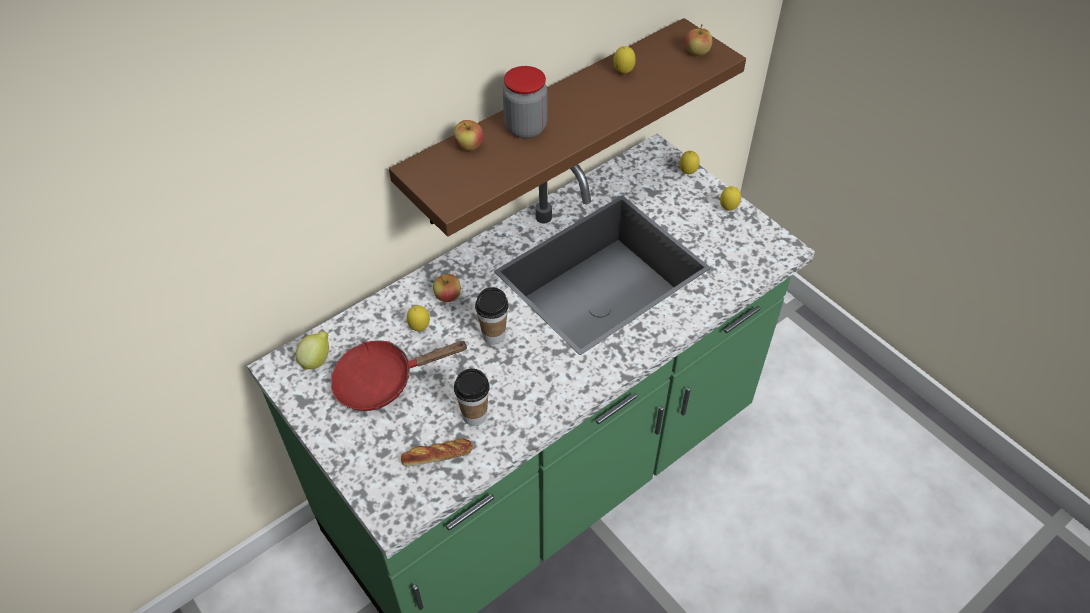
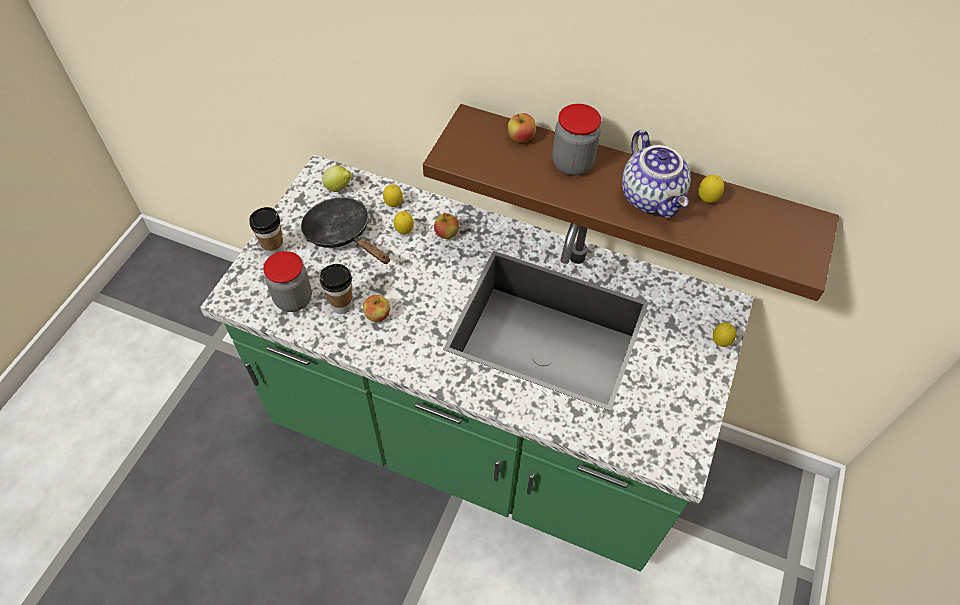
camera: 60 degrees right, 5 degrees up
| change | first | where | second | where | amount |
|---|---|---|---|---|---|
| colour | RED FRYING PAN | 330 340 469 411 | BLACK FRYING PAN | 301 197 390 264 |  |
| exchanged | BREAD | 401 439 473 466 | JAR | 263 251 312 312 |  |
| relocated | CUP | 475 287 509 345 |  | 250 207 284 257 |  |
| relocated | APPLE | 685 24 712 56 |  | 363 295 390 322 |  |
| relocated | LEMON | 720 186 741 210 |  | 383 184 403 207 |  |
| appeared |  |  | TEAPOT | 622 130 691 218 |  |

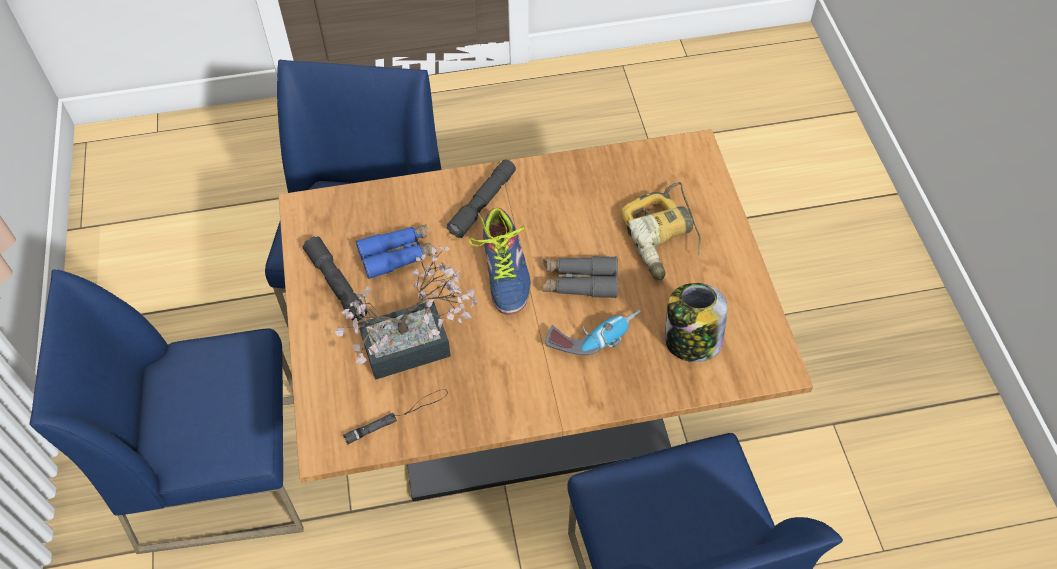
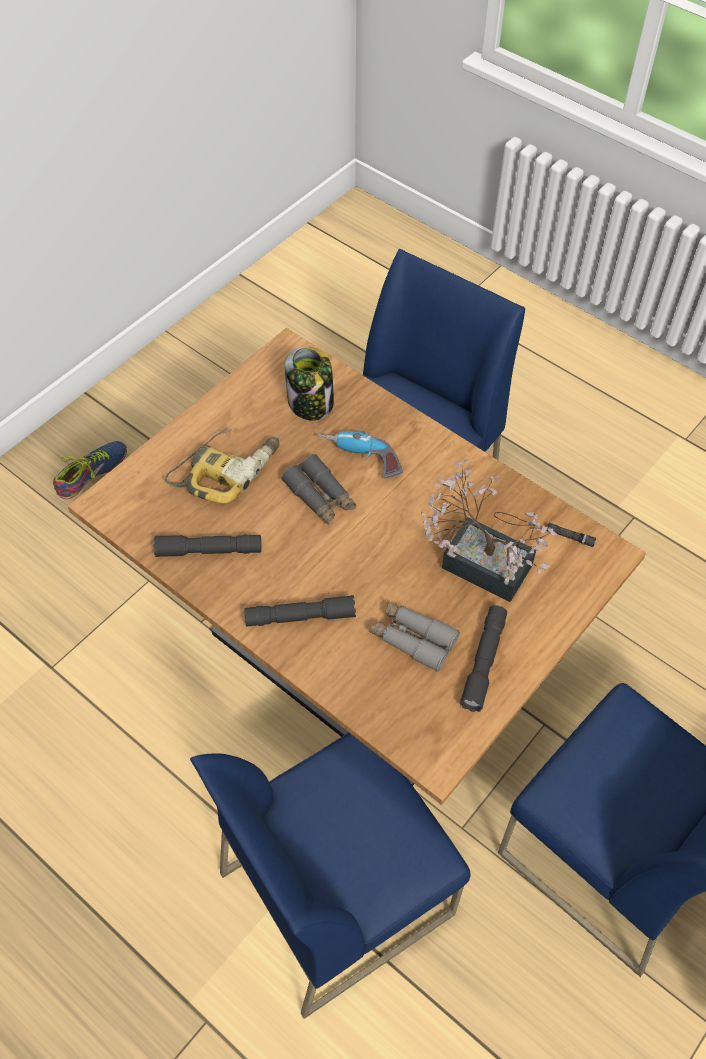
camera: 130 degrees left, 0 degrees up
| change | first | where | second | where | amount |
|---|---|---|---|---|---|
| colour | BLUE BINOCULARS | 356 224 438 279 | GREY BINOCULARS | 369 601 460 672 |  |
| relocated | SHOE | 469 208 531 315 |  | 53 441 127 499 |  |
| appeared |  |  | GREY FLASHLIGHT | 153 534 261 557 |  |

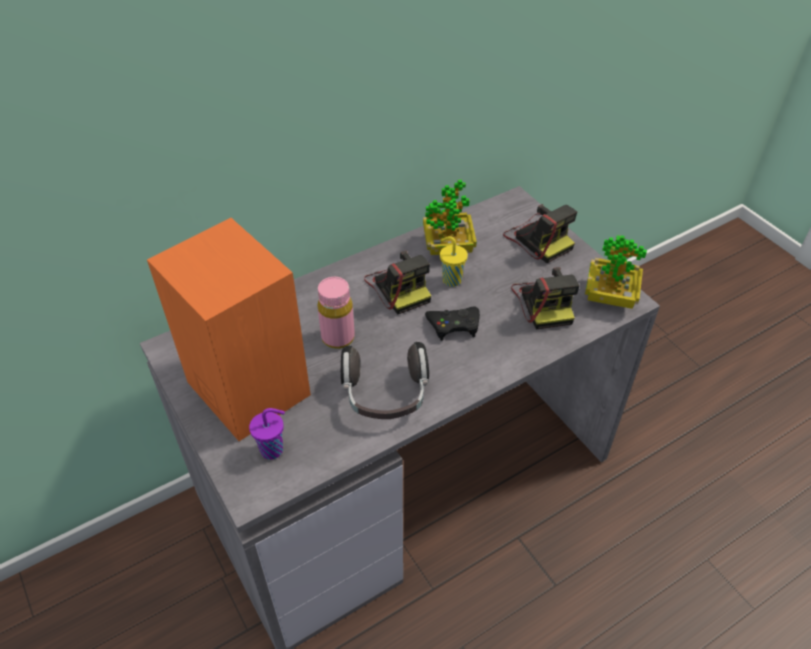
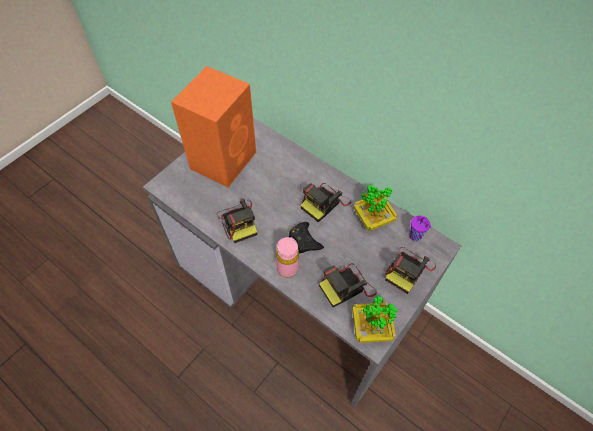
camera: 70 degrees right, 10 degrees up
| change | first | where | second | where | amount |
|---|---|---|---|---|---|
| relocated | PURPLE CUP | 249 408 285 460 |  | 409 216 431 241 |  |
| relocated | PINK BOTTLE | 318 277 355 349 |  | 276 237 299 278 |  |
| exchanged | HEADPHONES | 341 342 429 419 | PHOTO CAMERA | 217 199 257 243 |  |
| missing | YELLOW CUP | 440 236 468 287 |  |  |  |

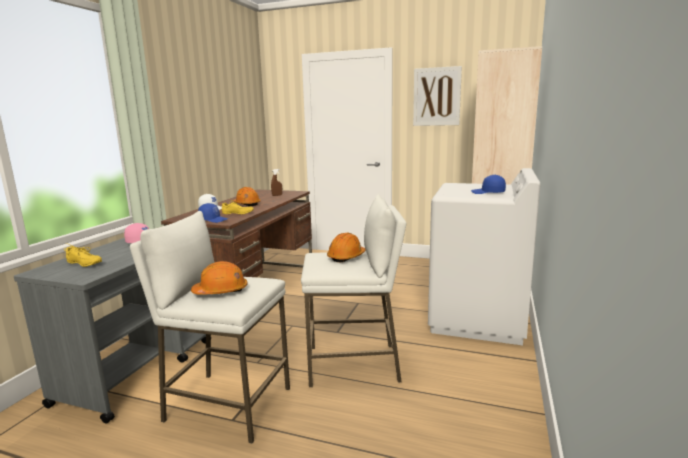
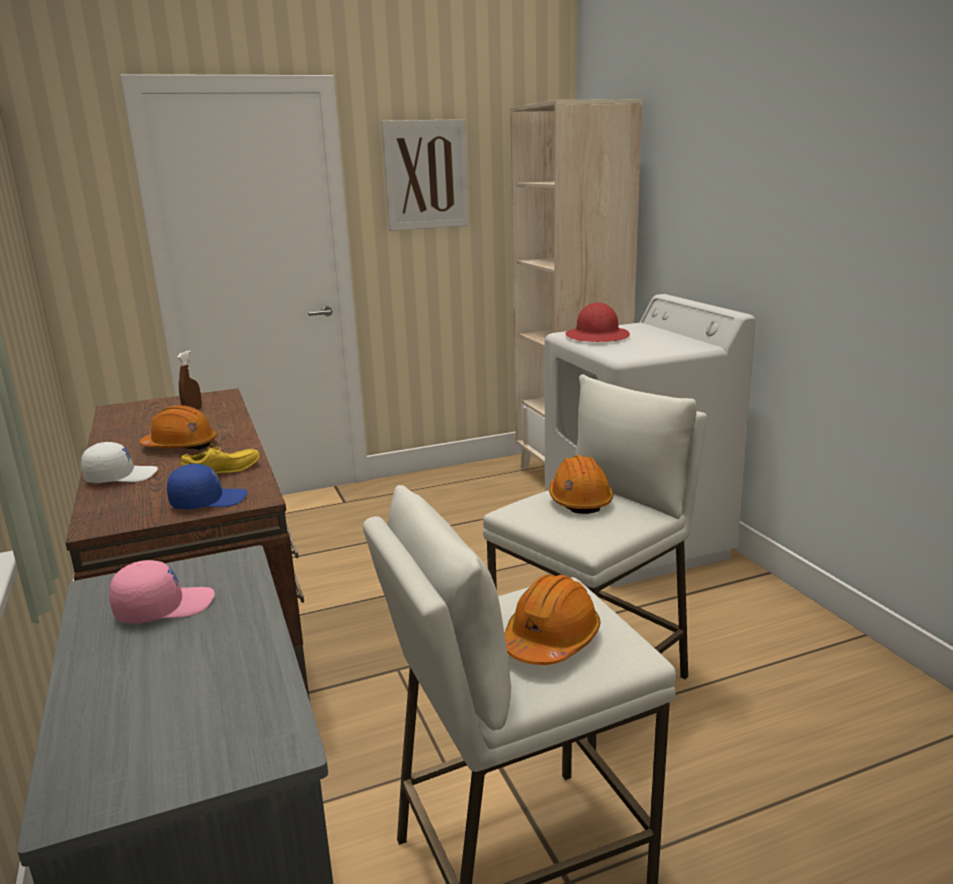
camera: 40 degrees left, 5 degrees up
| change | first | where | second | where | amount |
|---|---|---|---|---|---|
| missing | YELLOW SHOE | 64 243 102 267 |  |  |  |
| missing | BLUE CAP | 471 175 506 194 |  |  |  |
| appeared |  |  | RED HARD HAT | 565 302 630 342 |  |

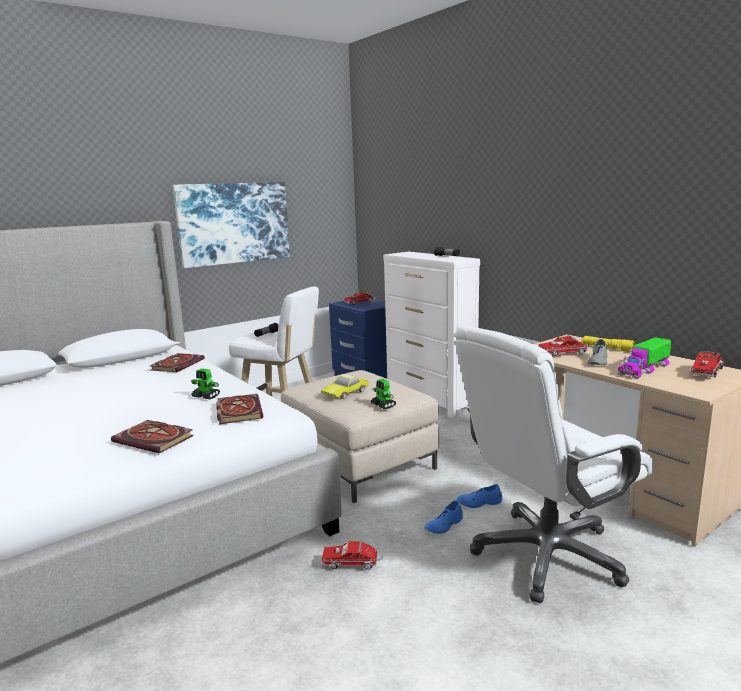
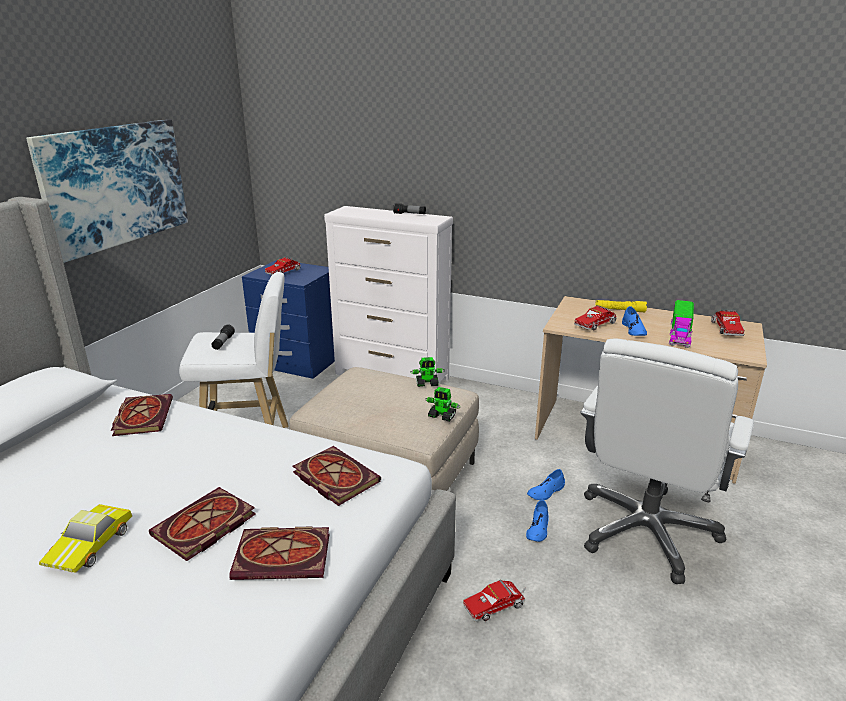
camera: 30 degrees left, 10 degrees up
| change | first | where | second | where | amount |
|---|---|---|---|---|---|
| relocated | TOY ROBOT | 191 369 220 399 |  | 410 357 445 387 |  |
| relocated | TOY CAR | 321 374 369 399 |  | 39 504 132 573 |  |
| colour | GREY SHOE | 587 339 608 365 | BLUE SHOE | 622 306 647 336 |  |
| appeared |  |  | BOOK | 149 487 256 561 |  |

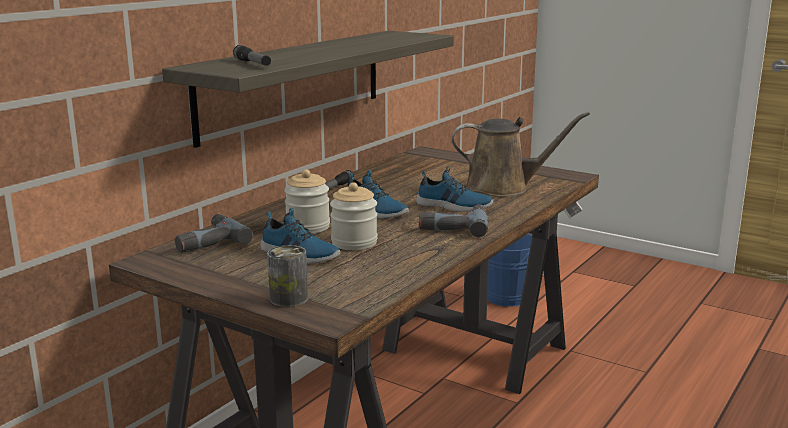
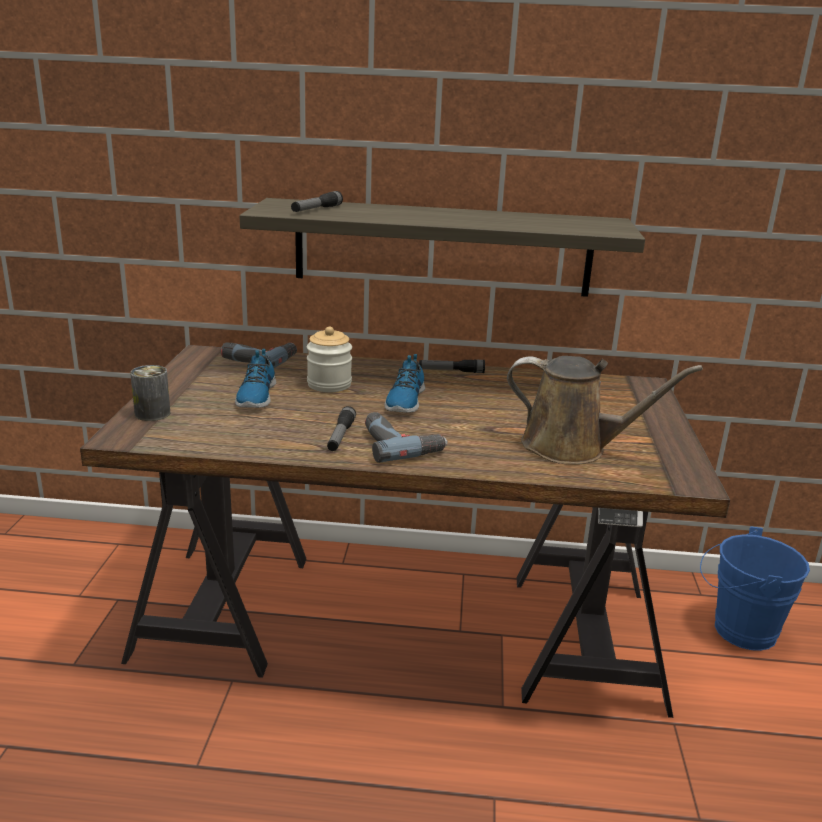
camera: 60 degrees right, 5 degrees up
| change | first | where | second | where | amount |
|---|---|---|---|---|---|
| missing | JAR | 330 182 378 250 |  |  |  |
| missing | SHOE | 416 166 494 212 |  |  |  |
| spun | BROWN WATERING CAN | 452 112 590 197 |  | 507 356 703 465 | 45 degrees counterclockwise |
| appeared |  |  | FLASHLIGHT | 327 406 356 451 |  |

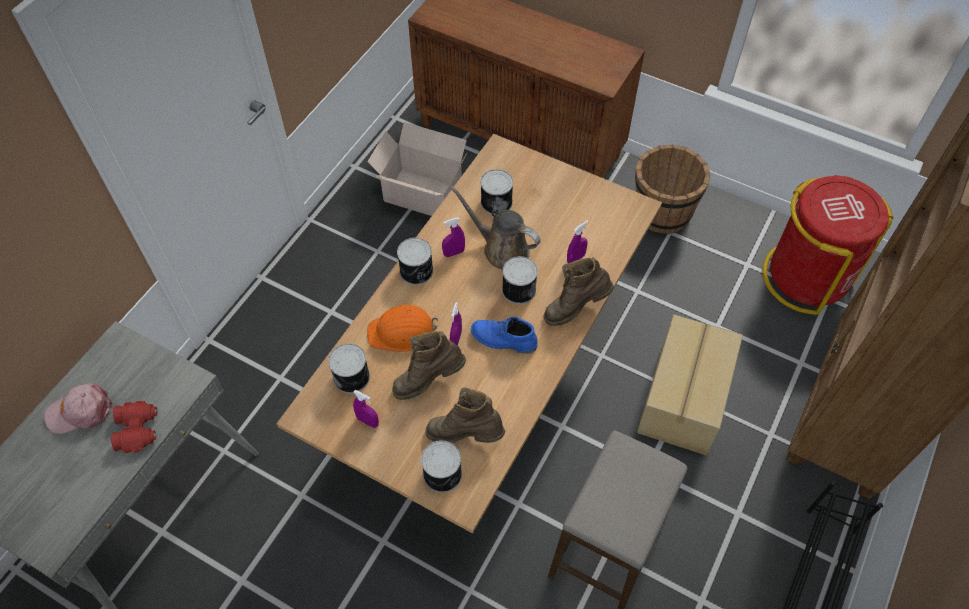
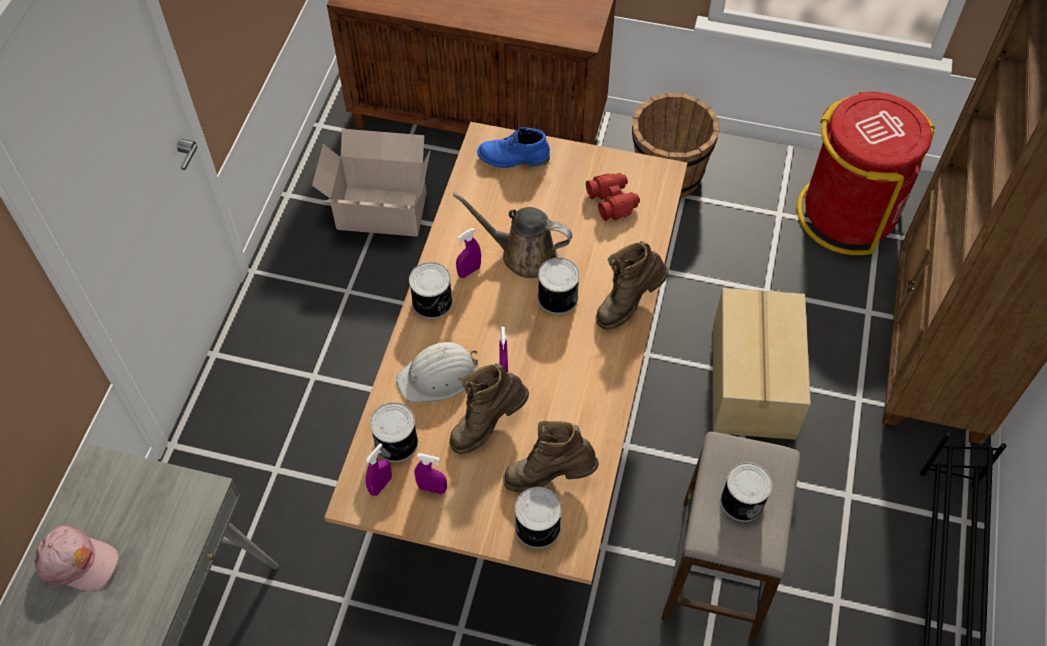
camera: 15 degrees left, 0 degrees up
| change | first | where | second | where | amount |
|---|---|---|---|---|---|
| spun | PINK CAP | 44 383 113 434 |  | 34 525 119 591 | 135 degrees counterclockwise |
| relocated | RED BINOCULARS | 111 401 158 453 |  | 586 173 640 221 |  |
| colour | ORANGE HARD HAT | 367 305 438 352 | WHITE HARD HAT | 396 342 478 403 |  |
| relocated | BLUE BOOT | 471 317 538 354 |  | 477 127 550 168 |  |
| relocated | CAN | 481 169 513 215 |  | 721 462 772 522 |  |
| relocated | PURPLE SPRAY BOTTLE | 567 220 588 263 |  | 365 443 392 496 |  |

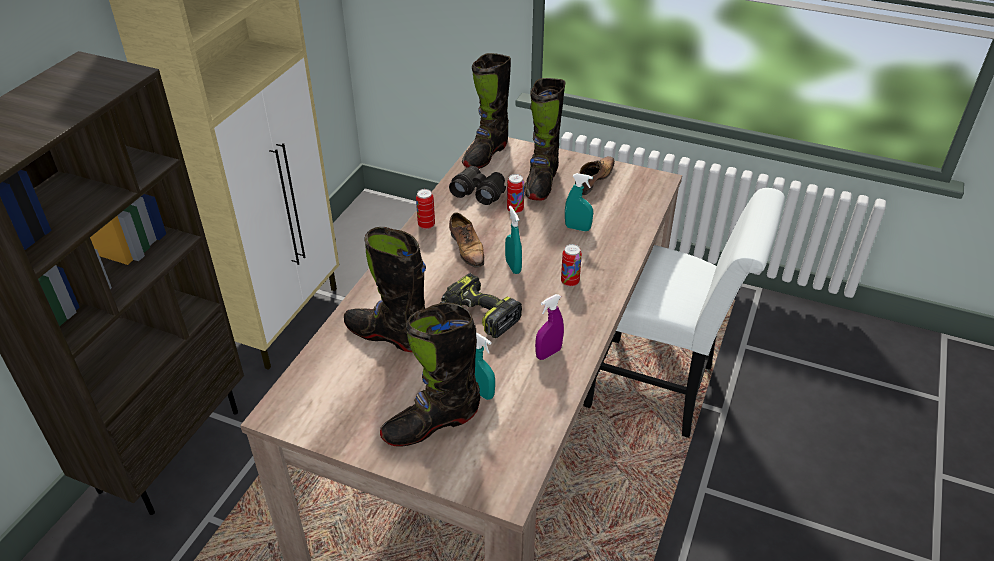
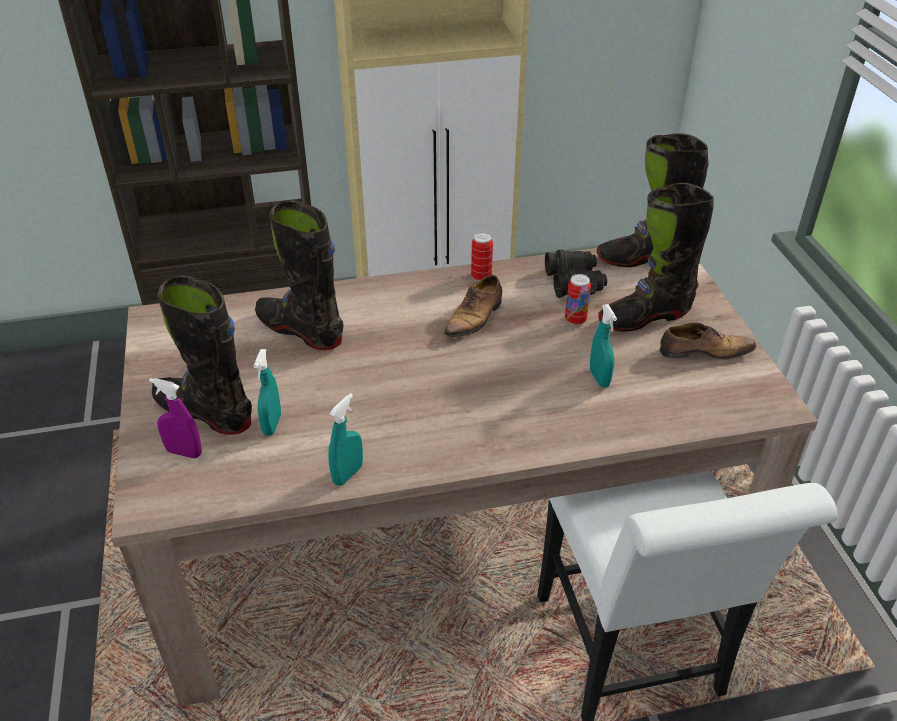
camera: 55 degrees right, 0 degrees up
| change | first | where | second | where | amount |
|---|---|---|---|---|---|
| spun | BLACK BOOT | 344 227 426 352 |  | 255 200 344 350 | 45 degrees counterclockwise |
| missing | POWER DRILL | 440 273 522 338 |  |  |  |
| relocated | TURQUOISE SPRAY BOTTLE | 505 206 522 274 |  | 328 393 363 486 |  |
| relocated | PURPLE SPRAY BOTTLE | 535 294 564 360 |  | 149 378 202 459 |  |
| missing | CAN | 561 244 582 287 |  |  |  |

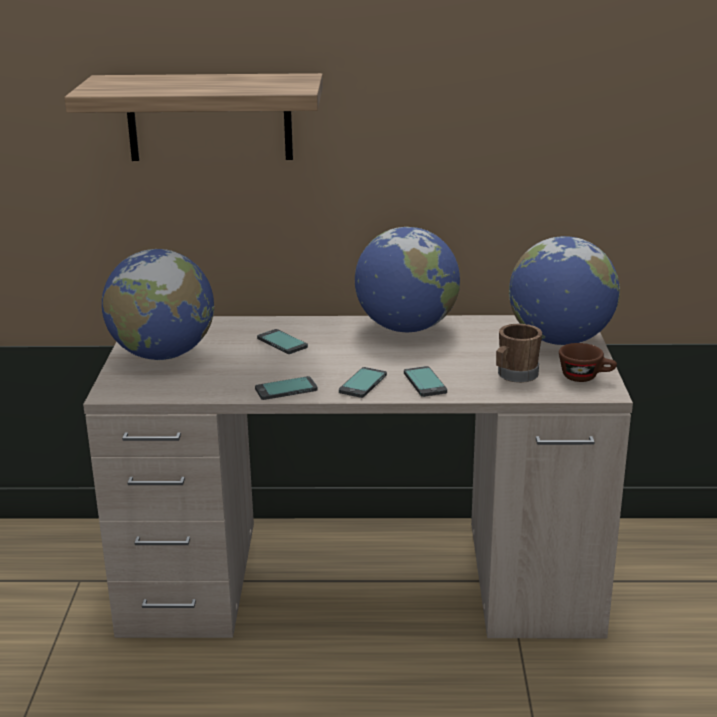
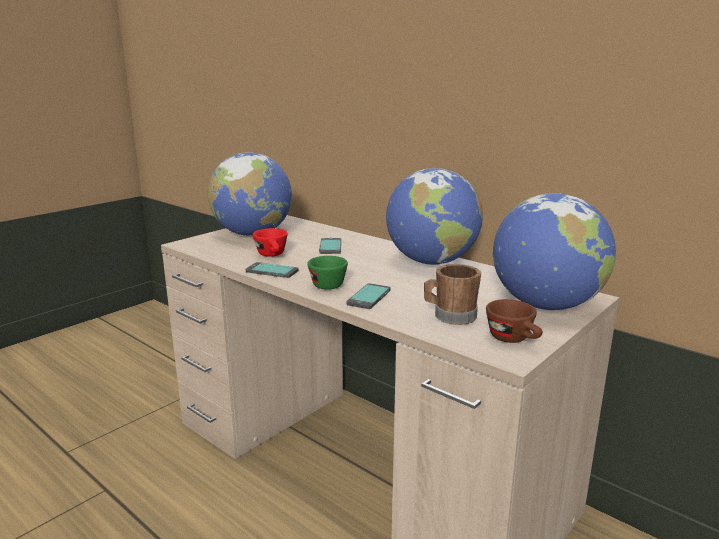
camera: 40 degrees right, 5 degrees down
| change | first | where | second | where | amount |
|---|---|---|---|---|---|
| missing | SHELF | 64 73 323 161 |  |  |  |
| exchanged | PHONE | 339 367 387 398 | GREEN CUP | 307 256 348 290 |  |
| appeared |  |  | RED CUP | 253 228 288 257 |  |

